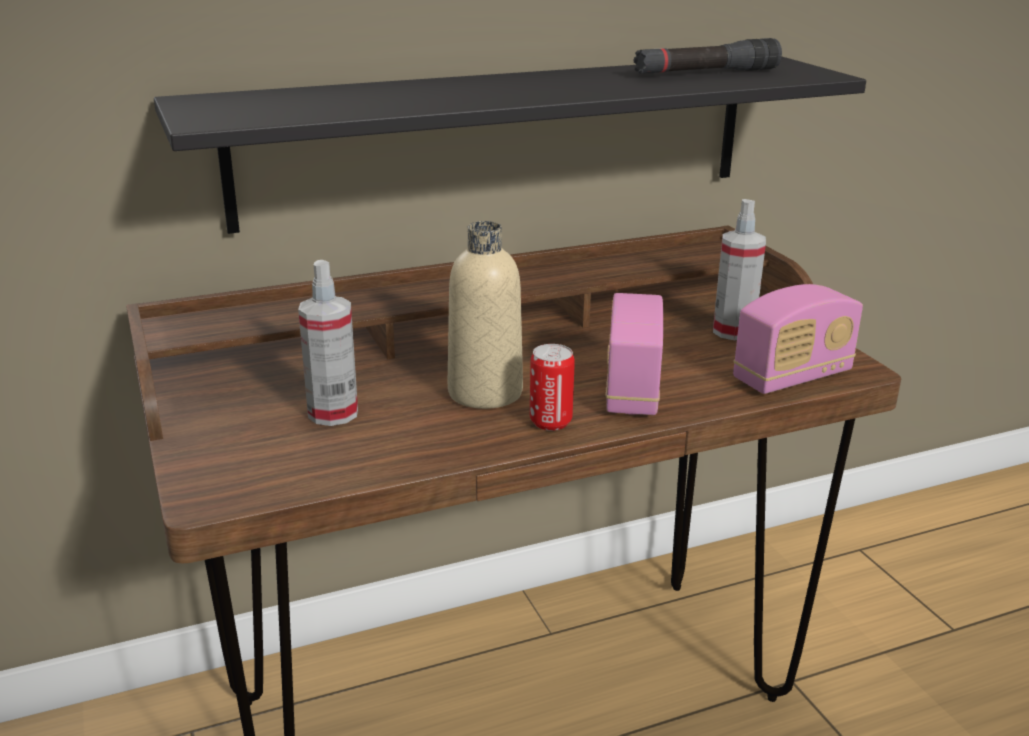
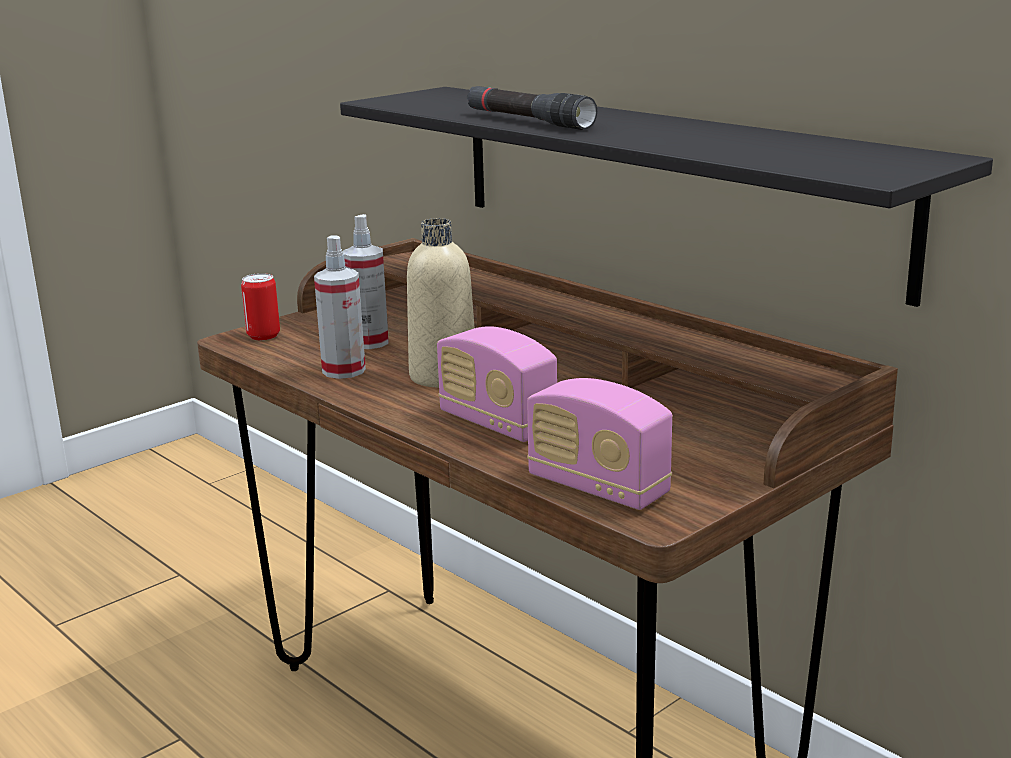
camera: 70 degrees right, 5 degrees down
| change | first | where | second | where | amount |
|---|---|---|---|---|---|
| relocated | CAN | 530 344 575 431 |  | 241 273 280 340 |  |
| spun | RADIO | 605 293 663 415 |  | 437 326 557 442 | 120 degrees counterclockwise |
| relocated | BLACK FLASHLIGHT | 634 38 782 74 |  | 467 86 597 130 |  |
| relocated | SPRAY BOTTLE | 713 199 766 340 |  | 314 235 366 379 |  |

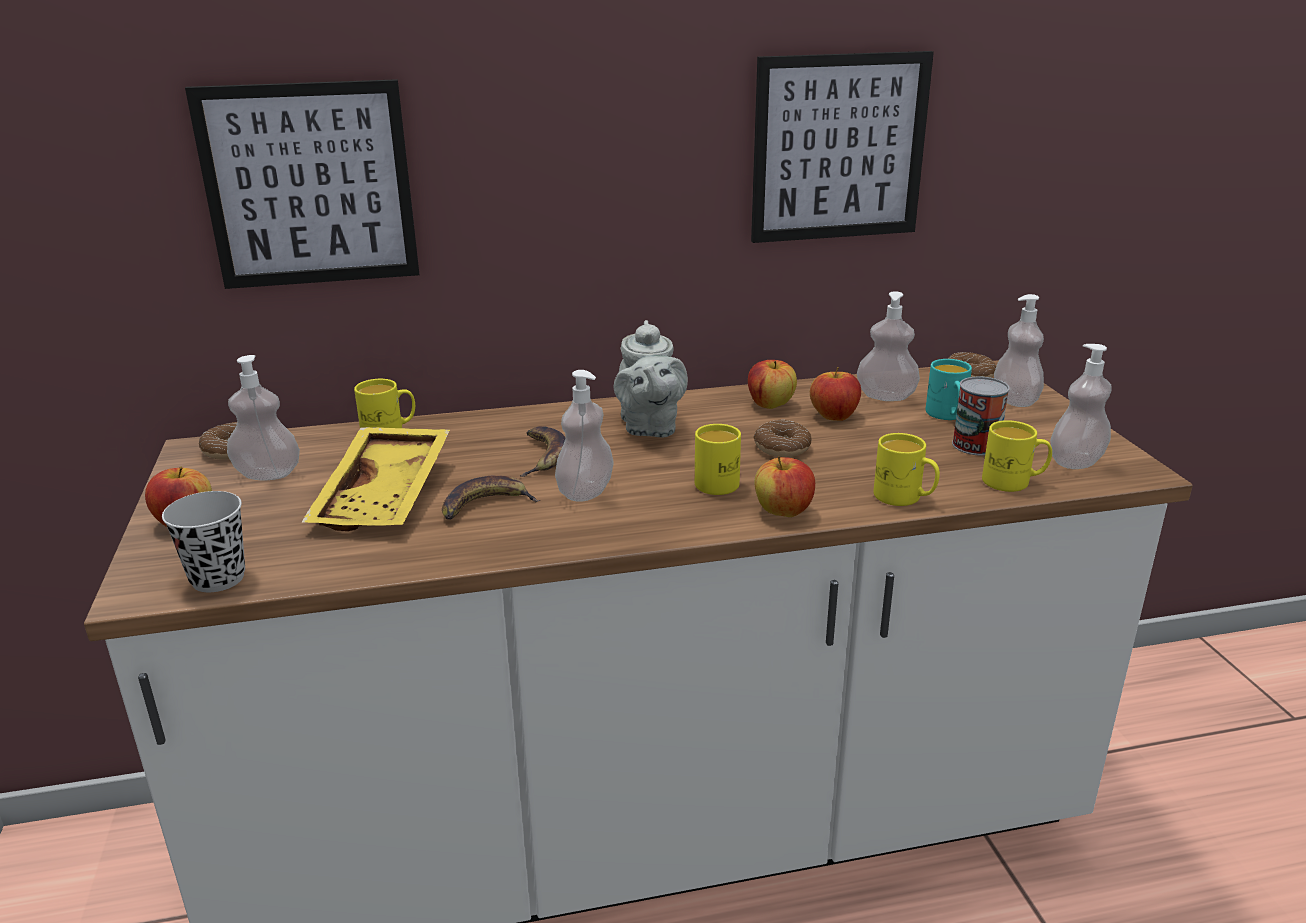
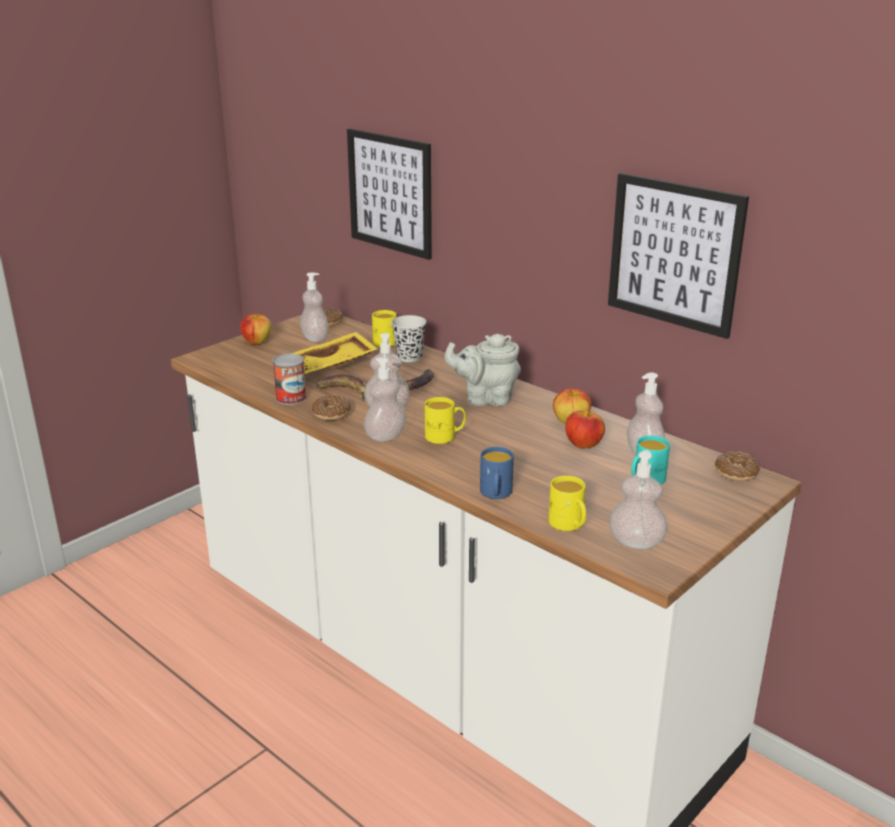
camera: 55 degrees right, 0 degrees up
| change | first | where | second | where | amount |
|---|---|---|---|---|---|
| relocated | BLACK CUP | 162 491 245 592 |  | 391 315 426 362 |  |
| spun | GREY TEAPOT | 614 320 688 437 |  | 444 334 521 406 | 45 degrees clockwise |
| relocated | DONUT | 753 419 812 457 |  | 312 396 351 420 |  |
| missing | APPLE | 755 456 815 517 |  |  |  |
| colour | YELLOW MUG | 873 433 940 506 | BLUE MUG | 480 447 514 499 |  |
| relocated | CAN | 952 377 1010 456 |  | 273 354 307 405 |  |
| relocated | SOAP DISPENSER | 994 294 1044 407 |  | 364 358 407 442 |  |

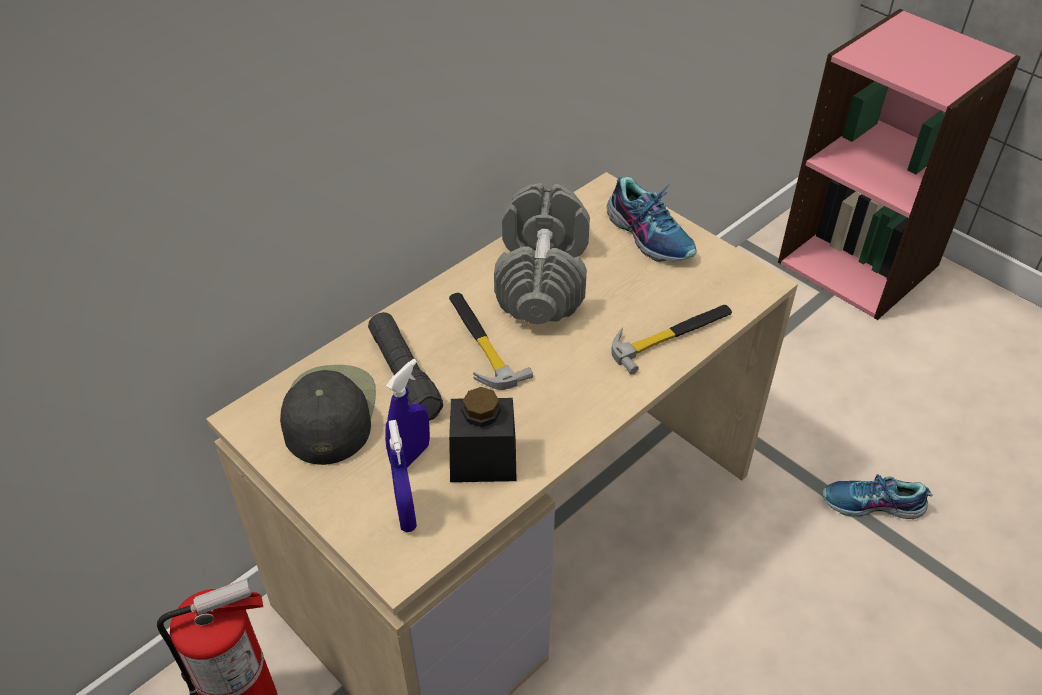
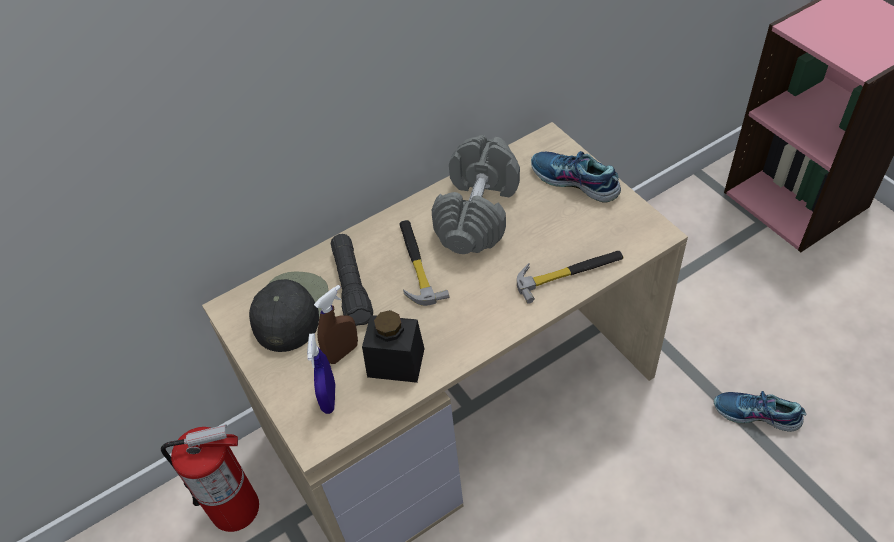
camera: 15 degrees right, 5 degrees up
| change | first | where | second | where | amount |
|---|---|---|---|---|---|
| colour | BLUE SPRAY BOTTLE | 385 359 430 468 | BROWN SPRAY BOTTLE | 314 285 358 364 |  |
| spun | SHOE | 607 177 697 262 |  | 531 151 621 203 | 150 degrees clockwise |

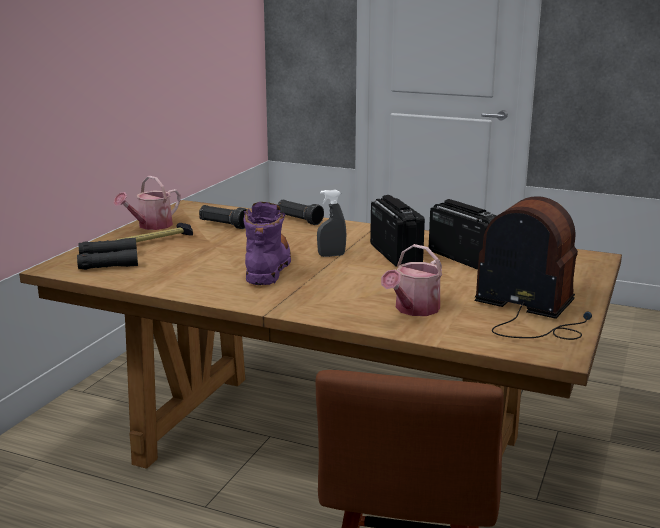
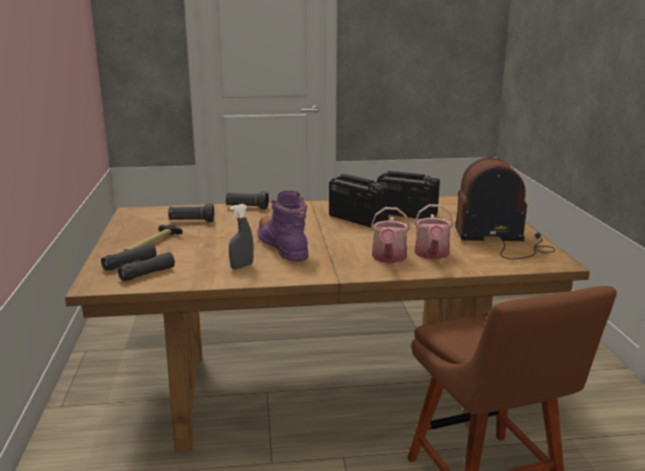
camera: 30 degrees left, 0 degrees up
| change | first | where | second | where | amount |
|---|---|---|---|---|---|
| relocated | WATERING CAN | 114 176 180 230 |  | 371 207 410 263 |  |
| relocated | GREY SPRAY BOTTLE | 317 190 347 257 |  | 229 204 254 270 |  |

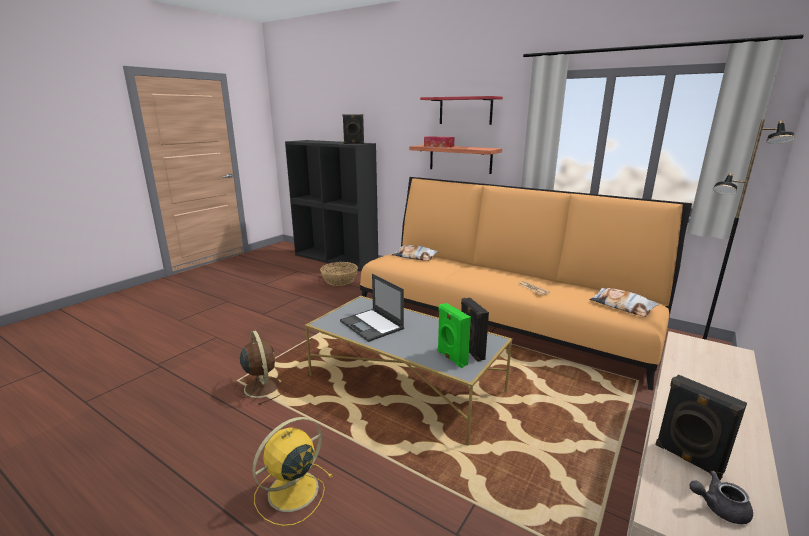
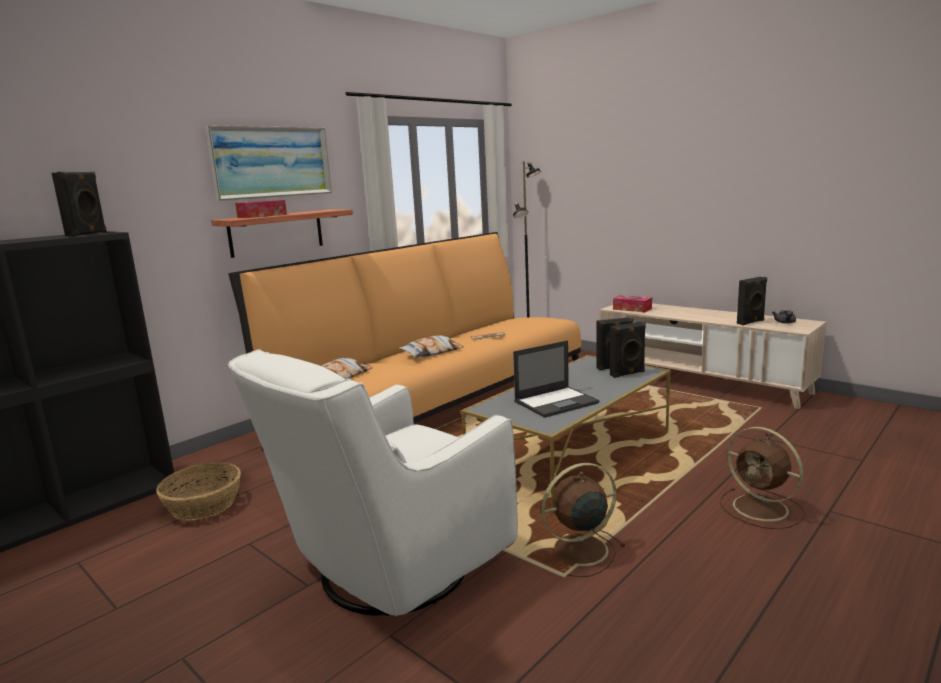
camera: 80 degrees left, 5 degrees down
| change | first | where | second | where | amount |
|---|---|---|---|---|---|
| colour | YELLOW FAN | 252 417 333 526 | BROWN FAN | 720 427 805 529 |  |
| exchanged | RED SHELF | 420 96 503 125 | PICTURE | 205 125 332 201 |  |
| colour | GREEN SPEAKER | 437 303 471 368 | BLACK SPEAKER | 610 322 646 378 |  |
| relocated | PILLOW | 589 288 659 317 |  | 399 335 464 358 |  |
| appeared |  |  | WHITE ARMCHAIR | 228 350 518 616 |  |
| appeared |  |  | TISSUE BOX | 613 295 652 312 |  |

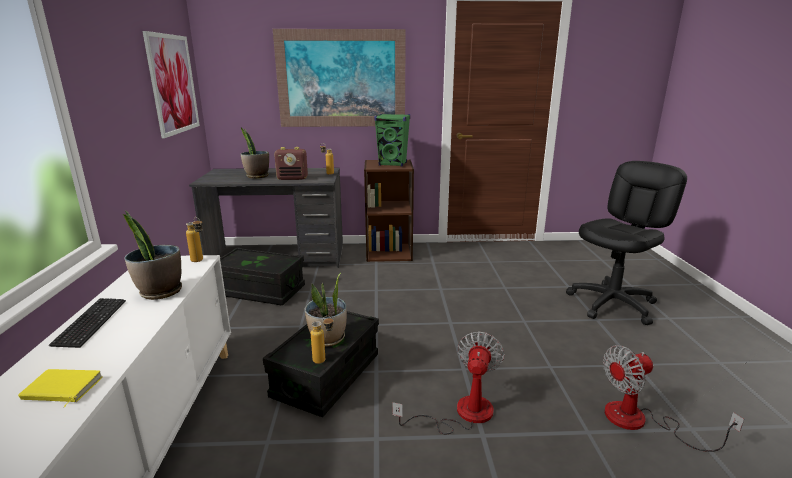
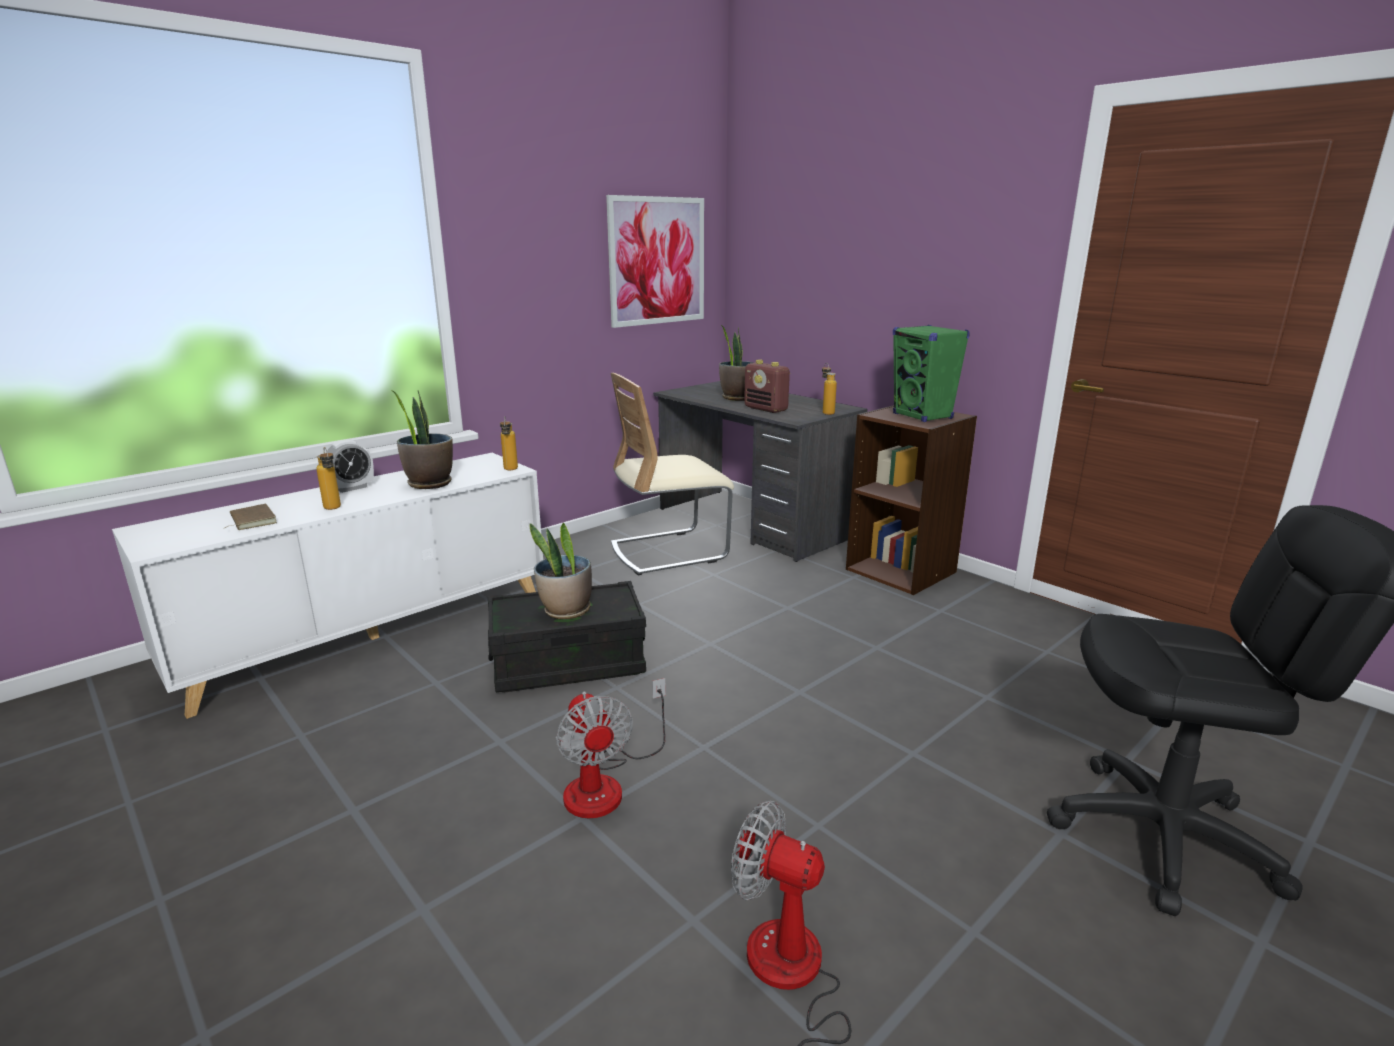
camera: 50 degrees right, 0 degrees up
| change | first | where | second | where | amount |
|---|---|---|---|---|---|
| colour | YELLOW BOOK | 18 369 103 408 | BROWN BOOK | 225 504 277 530 |  |
| exchanged | KEYBOARD | 49 298 126 348 | ALARM CLOCK | 326 439 374 493 |  |
| exchanged | BLACK STORAGE BOX | 220 248 305 305 | BEIGE CHAIR | 611 373 734 576 |  |
| missing | PICTURE | 273 29 406 127 |  |  |  |
| relocated | BOTTLE | 311 316 334 364 |  | 316 447 341 510 |  |
| spun | FAN | 392 331 505 434 |  | 556 678 666 818 | 90 degrees clockwise |

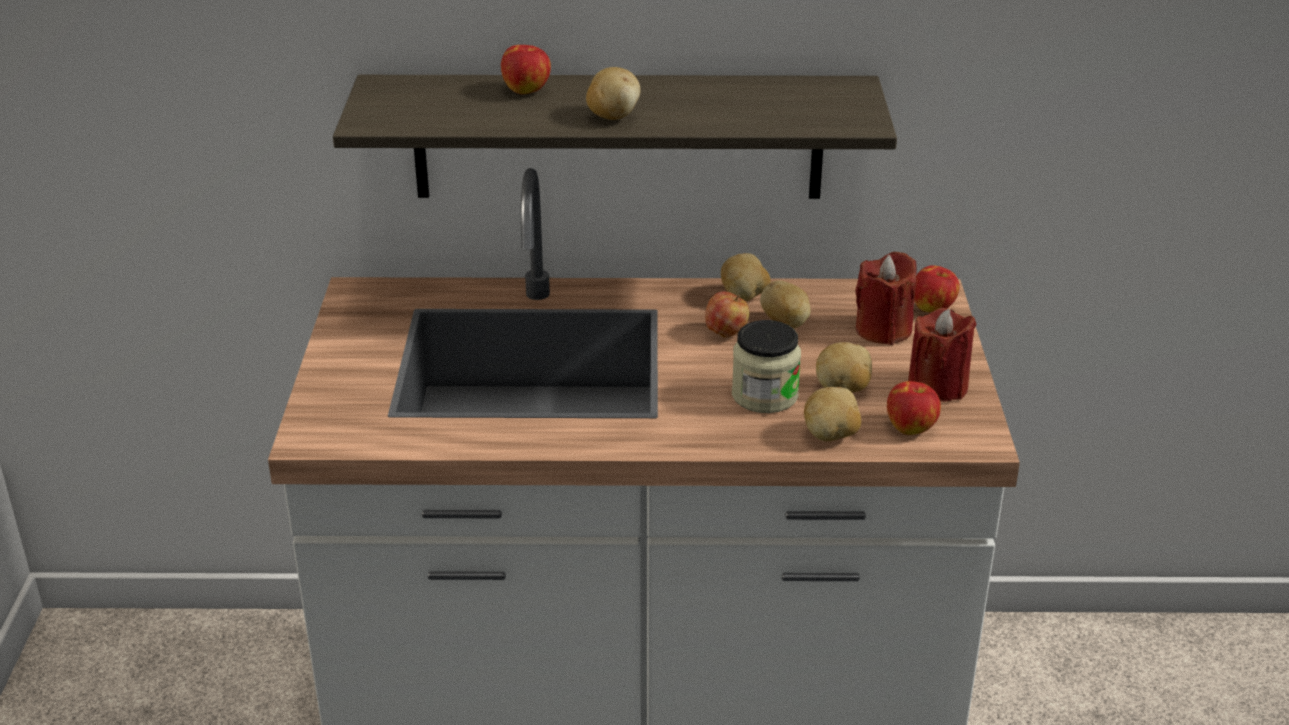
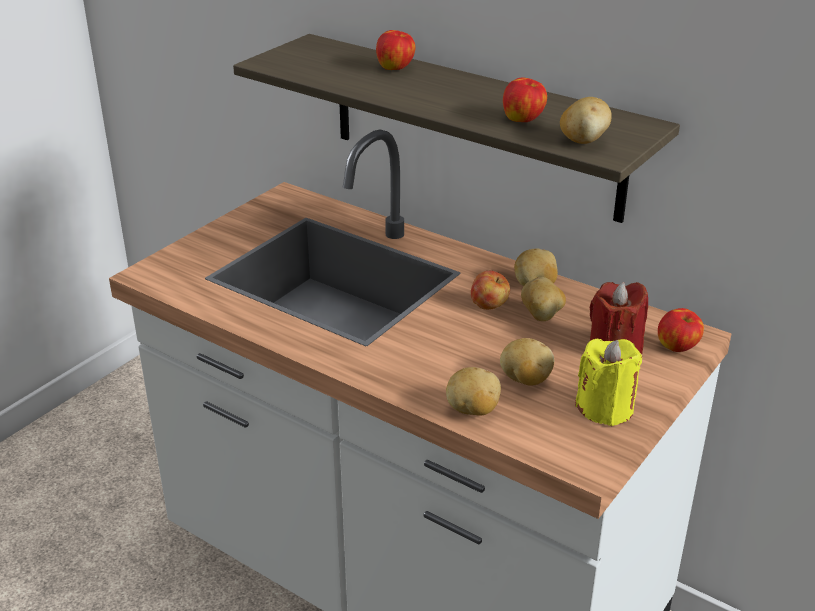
camera: 35 degrees right, 0 degrees up
| change | first | where | second | where | amount |
|---|---|---|---|---|---|
| relocated | POTATO | 586 67 641 120 |  | 560 97 612 144 |  |
| missing | JAR | 732 320 801 413 |  |  |  |
| relocated | APPLE | 887 381 941 435 |  | 503 77 547 122 |  |
| colour | RED CANDLE | 908 308 977 402 | YELLOW CANDLE | 575 339 642 426 |  |

